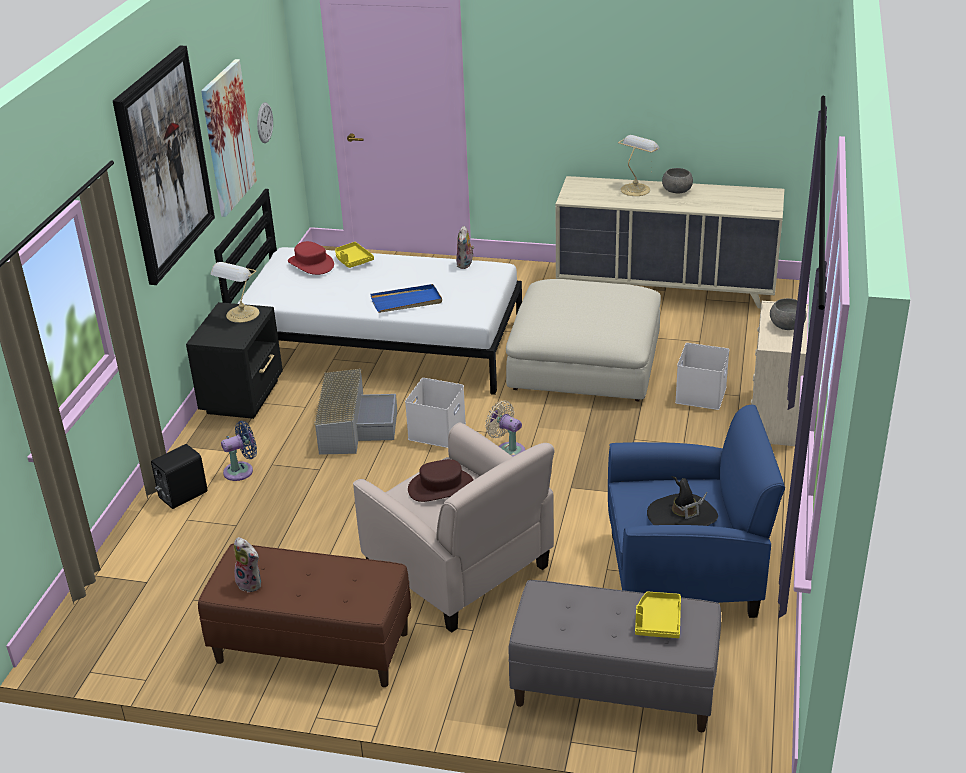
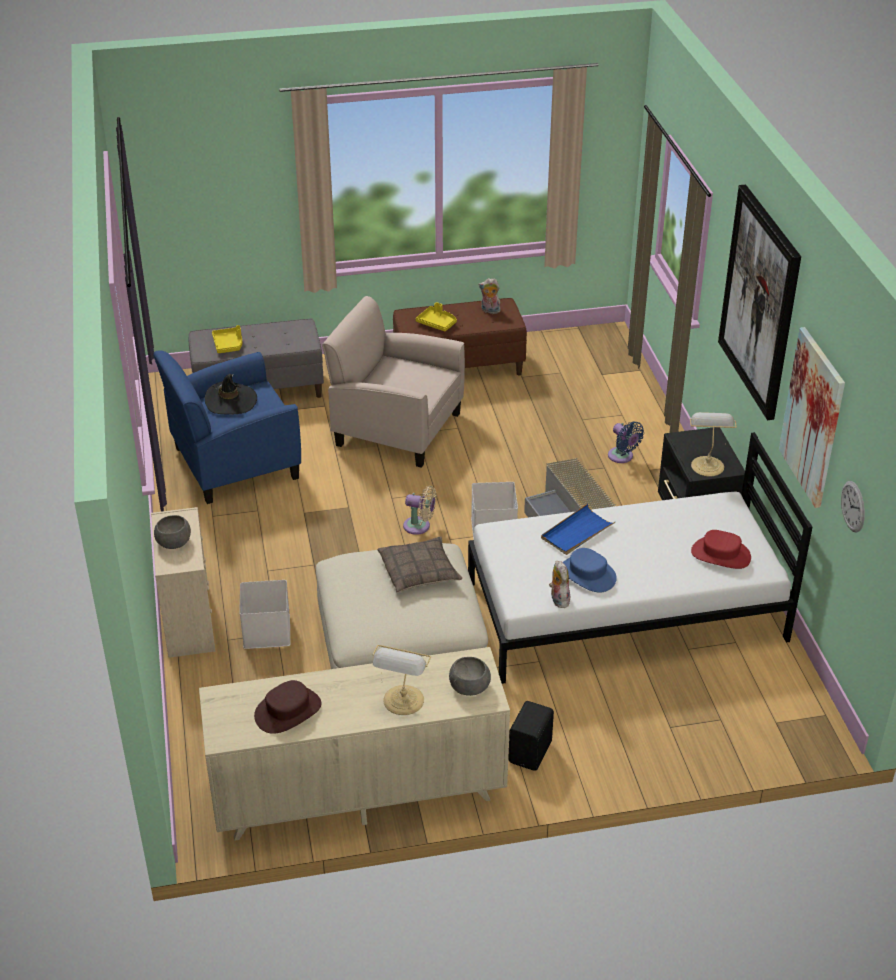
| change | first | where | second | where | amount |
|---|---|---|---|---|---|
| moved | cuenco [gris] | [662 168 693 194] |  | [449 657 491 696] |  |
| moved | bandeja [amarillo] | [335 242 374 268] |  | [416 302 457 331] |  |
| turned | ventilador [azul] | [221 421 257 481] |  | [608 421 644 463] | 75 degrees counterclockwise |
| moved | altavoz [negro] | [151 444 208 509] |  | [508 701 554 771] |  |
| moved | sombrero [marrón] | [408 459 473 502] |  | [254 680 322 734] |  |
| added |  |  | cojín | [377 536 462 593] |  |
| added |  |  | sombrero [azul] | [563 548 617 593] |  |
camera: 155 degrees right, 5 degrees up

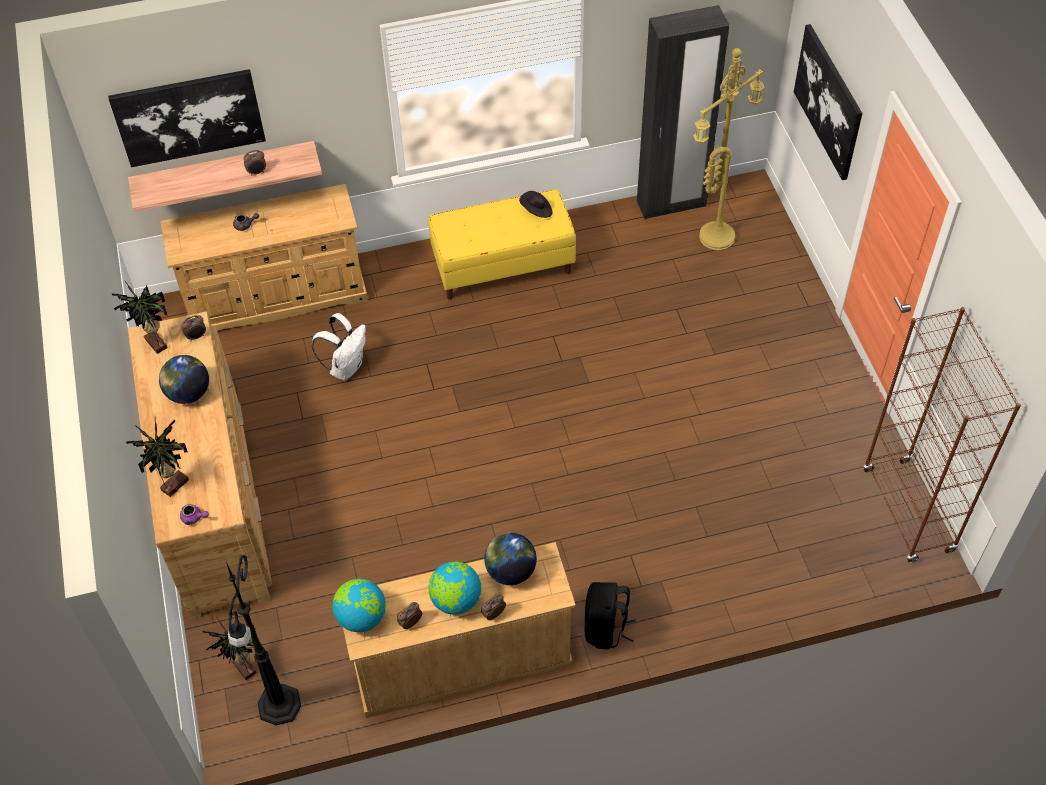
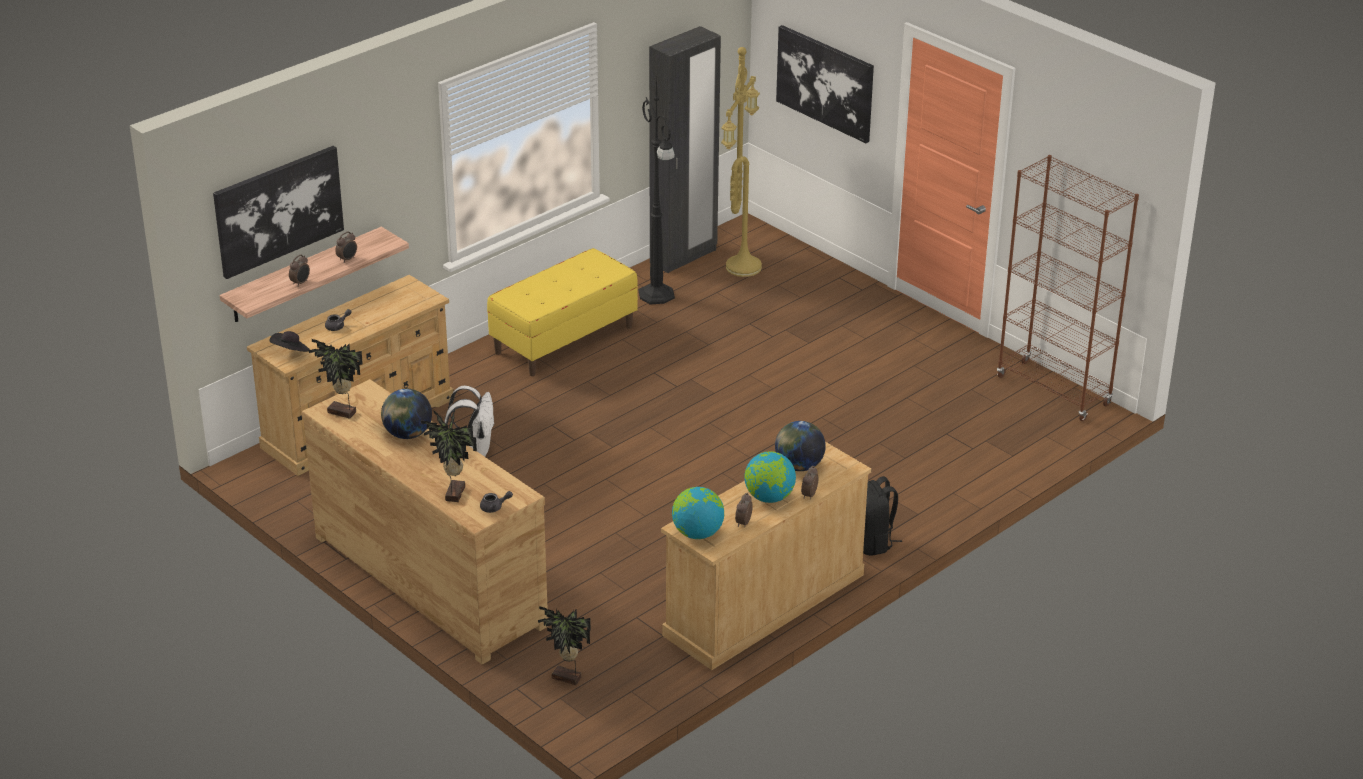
| change | first | where | second | where | amount |
|---|---|---|---|---|---|
| moved | sombrero [negro] | [519 191 553 218] |  | [270 331 310 352] |  |
| moved | despertador | [182 315 206 341] |  | [289 254 310 287] |  |
| recoloured | tetera [morado] | [180 504 209 525] | tetera [gris] | [480 491 513 513] |  |
| moved | lámpara de pie [negro] | [226 555 301 725] |  | [639 74 675 304] |  |
camera: 30 degrees left, 20 degrees down

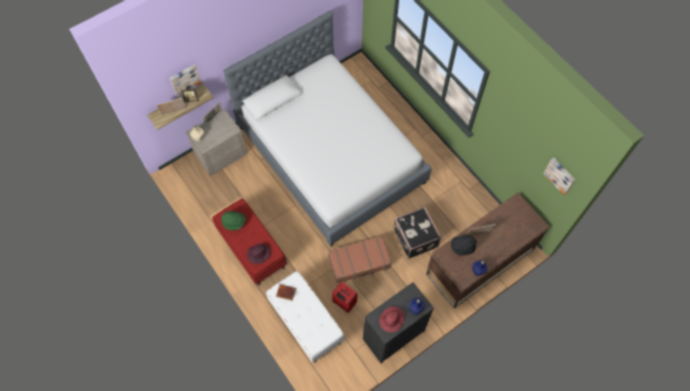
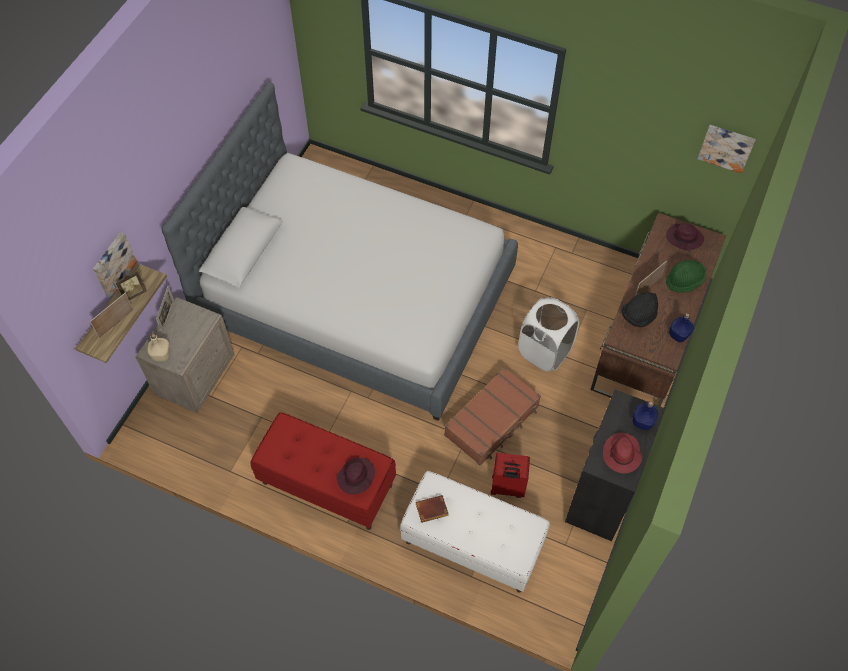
| change | first | where | second | where | amount |
|---|---|---|---|---|---|
| replaced | maleta [negro] | [393 207 441 259] | cesto de la ropa [blanco] | [518 297 579 371] |  |
| moved | sombrero [verde] | [221 211 246 230] |  | [666 260 707 293] |  |
| added |  |  | sombrero [morado] | [666 223 704 251] |  |
camera: 30 degrees left, 5 degrees down

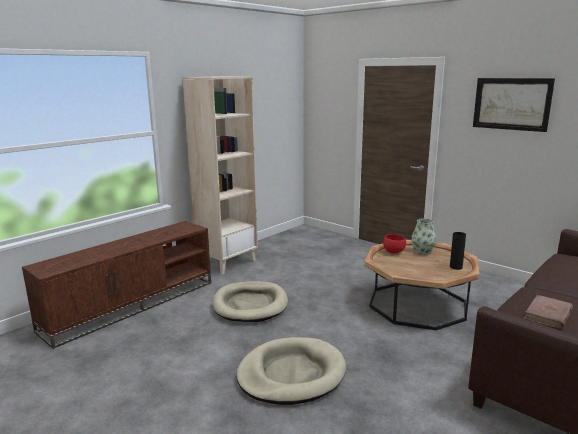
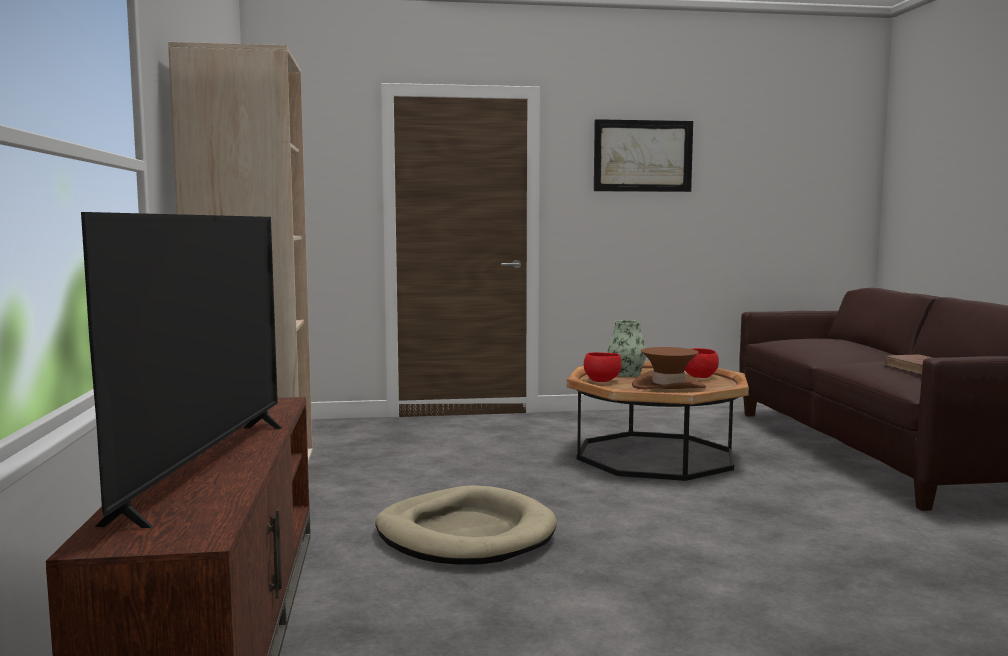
| change | first | where | second | where | amount |
|---|---|---|---|---|---|
| replaced | florero [negro] | [450 232 466 270] | cuenco [rojo] | [685 348 719 378] |  |
| removed | cama para perro [beis] | [236 337 346 405] |  |  |  |
| added |  |  | televisor | [81 212 282 528] |  |
| added |  |  | sombrero [marrón] | [632 347 706 389] |  |
camera: 50 degrees left, 10 degrees down

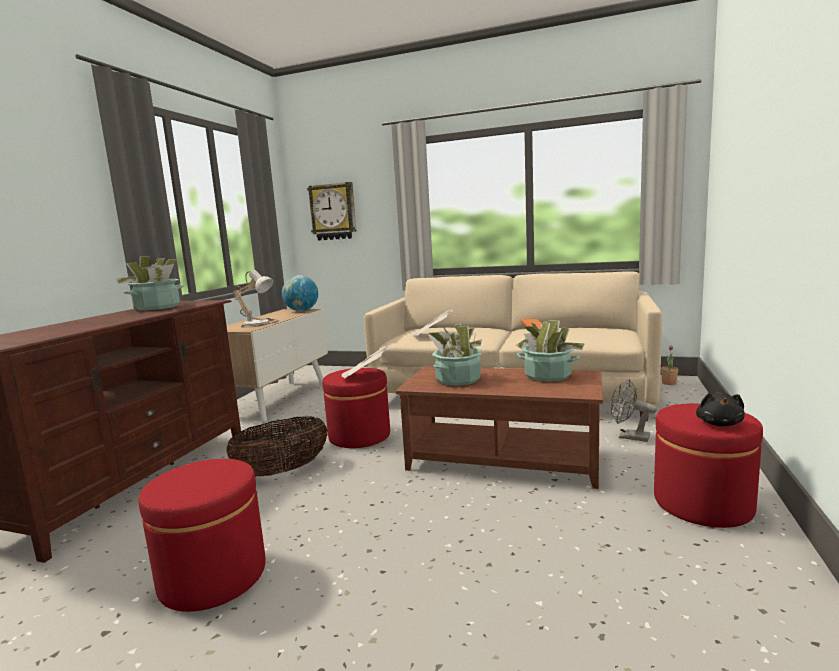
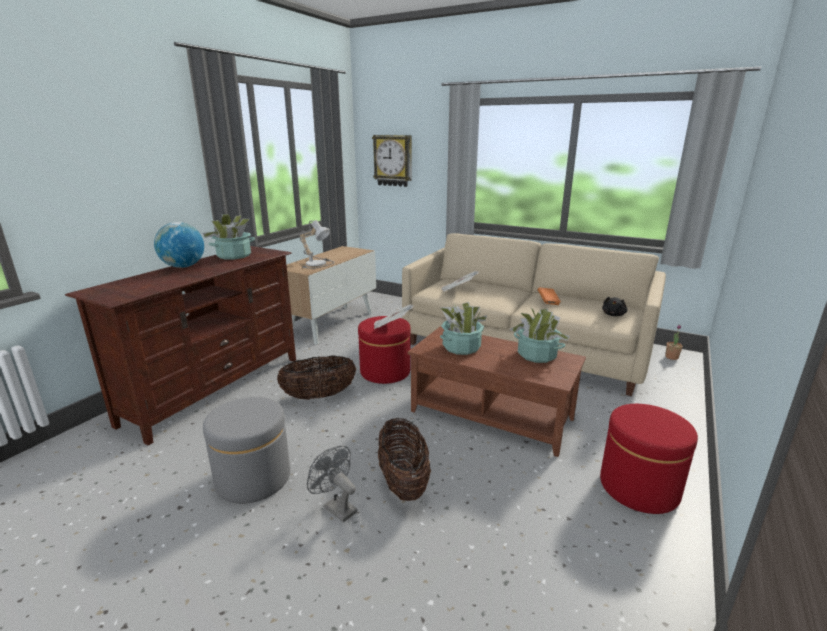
| change | first | where | second | where | amount |
|---|---|---|---|---|---|
| moved | globo terráqueo | [282 275 318 311] |  | [154 222 204 268] |  |
| moved | ventilador [gris] | [610 379 657 442] |  | [307 446 357 522] |  |
| moved | peluche [negro] | [696 392 745 427] |  | [602 297 628 316] |  |
| recoloured | puf [rojo] | [138 459 266 612] | puf [gris] | [203 397 290 504] |  |
| added |  |  | cesta | [378 418 431 501] |  |
camera: 10 degrees right, 10 degrees up

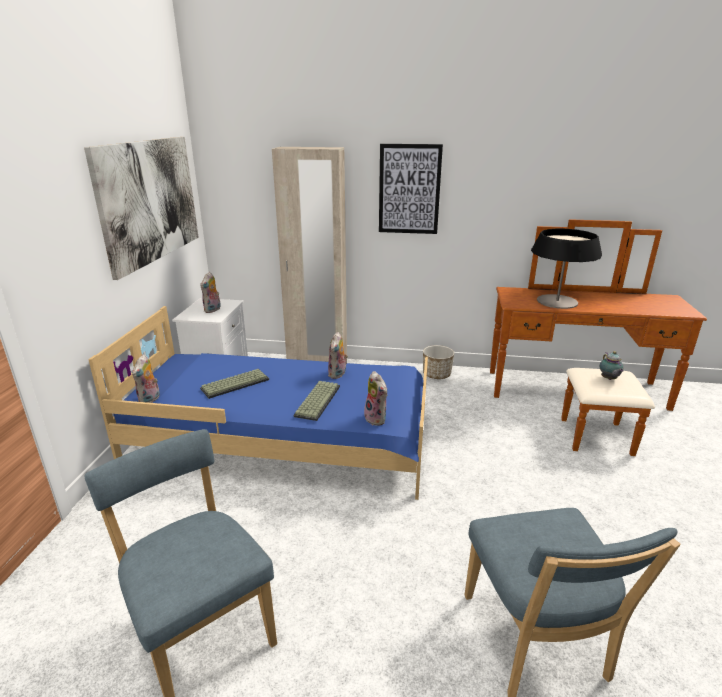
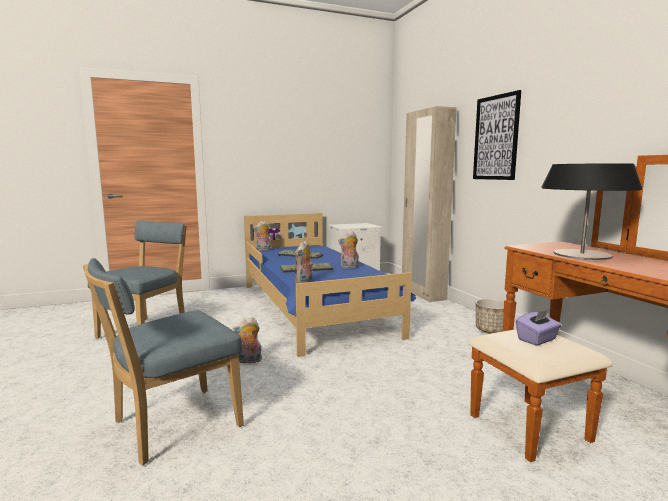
| change | first | where | second | where | amount |
|---|---|---|---|---|---|
| removed | cuadro | [84 137 199 280] |  |  |  |
| moved | peluche | [200 272 221 313] |  | [233 317 262 364] |  |
| replaced | tetera | [600 351 624 380] | caja de pañuelos [morado] | [516 309 562 346] |  |
camera: 60 degrees right, 15 degrees down

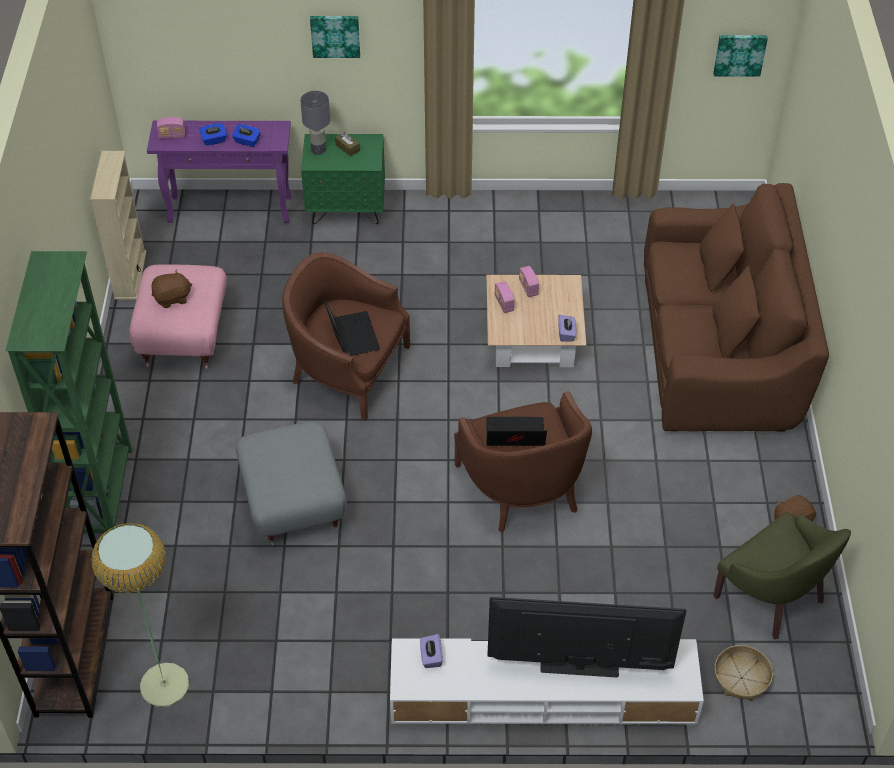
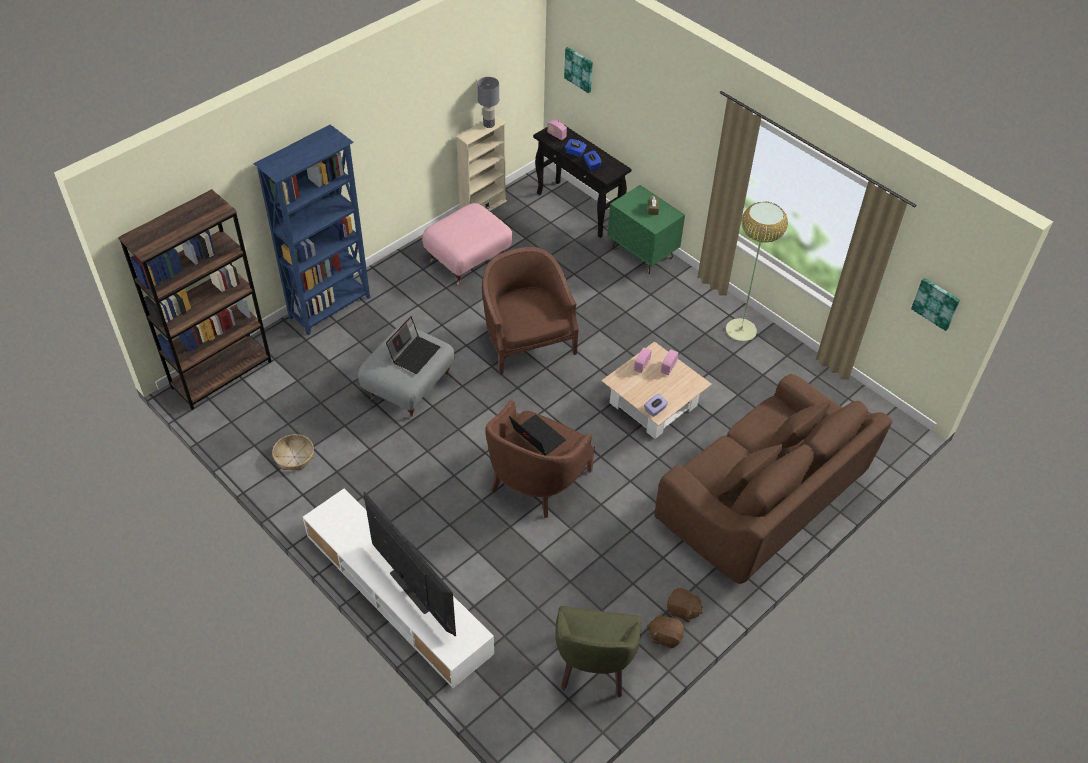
| change | first | where | second | where | amount |
|---|---|---|---|---|---|
| moved | cuadro | [310 16 360 58] |  | [564 47 593 93] |  |
| moved | lámpara de mesa [gris] | [300 91 330 155] |  | [477 77 499 128] |  |
| recoloured | mesa consola [morado] | [147 120 292 223] | mesa consola [negro] | [533 126 632 238] |  |
| recoloured | estantería [verde] | [5 251 132 533] | estantería [azul] | [253 124 370 335] |  |
| moved | peluche [marrón] | [151 269 192 308] |  | [667 588 703 623] |  |
| moved | portátil | [323 297 380 356] |  | [386 316 440 374] |  |
| moved | lámpara de pie | [91 523 189 707] |  | [726 202 788 342] |  |
| removed | caja de pañuelos [morado] | [420 634 443 668] |  |  |  |
| moved | cesta | [715 645 773 701] |  | [272 434 314 470] |  |
camera: 45 degrees right, 0 degrees up

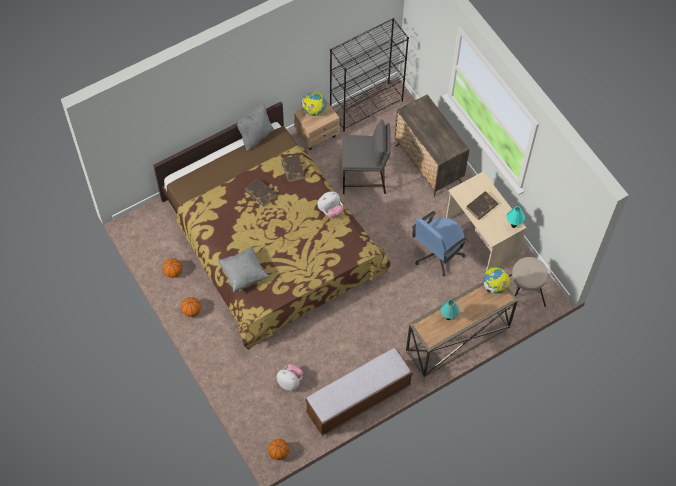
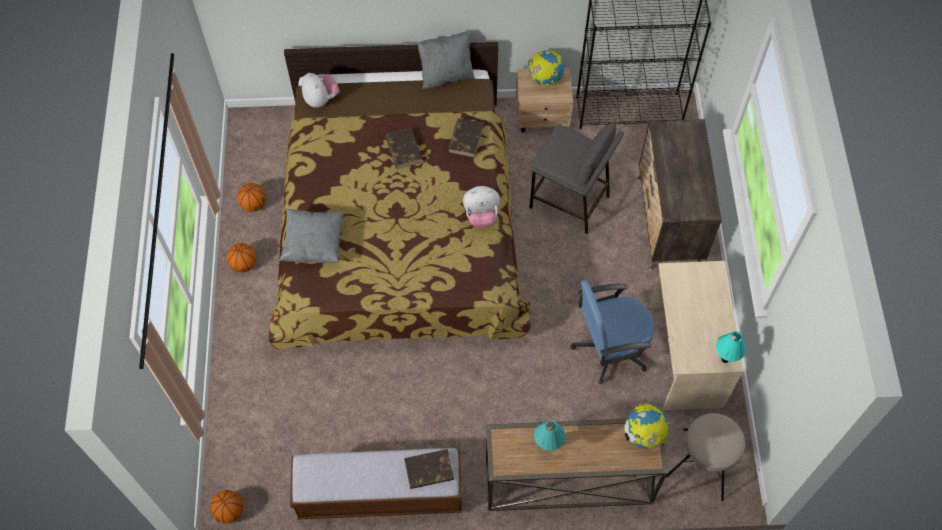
| change | first | where | second | where | amount |
|---|---|---|---|---|---|
| moved | libro [marrón] | [466 191 498 220] |  | [404 449 454 489] |  |
| moved | peluche | [277 364 303 391] |  | [301 73 340 108] |  |
camera: 30 degrees right, 0 degrees up

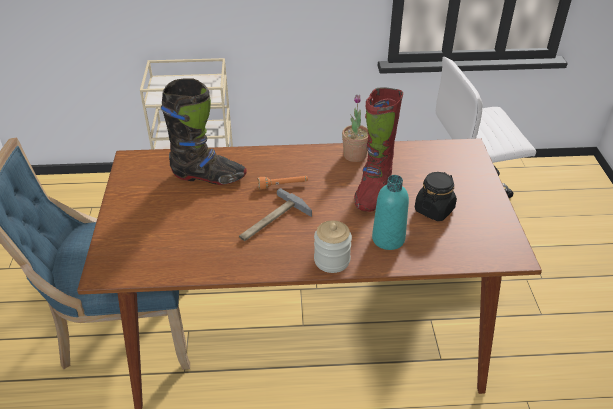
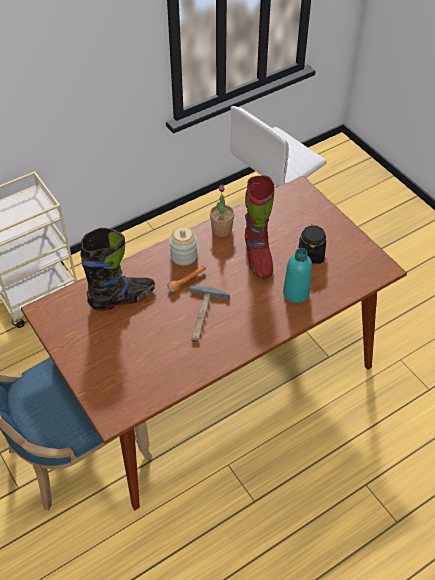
| change | first | where | second | where | amount |
|---|---|---|---|---|---|
| moved | tarro | [314 221 352 273] |  | [169 227 197 266] |  |
camera: 30 degrees left, 10 degrees up

